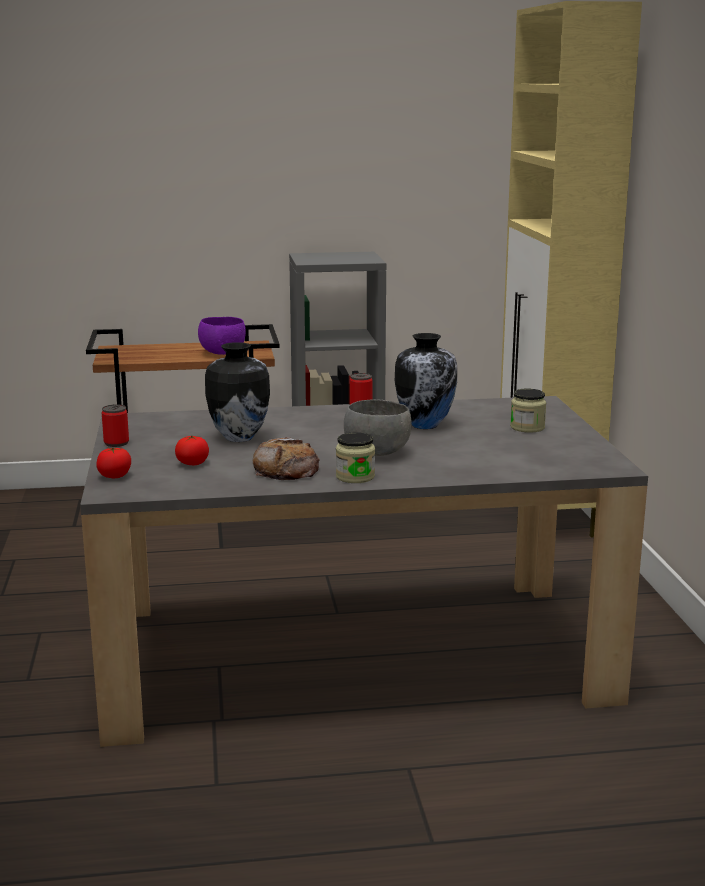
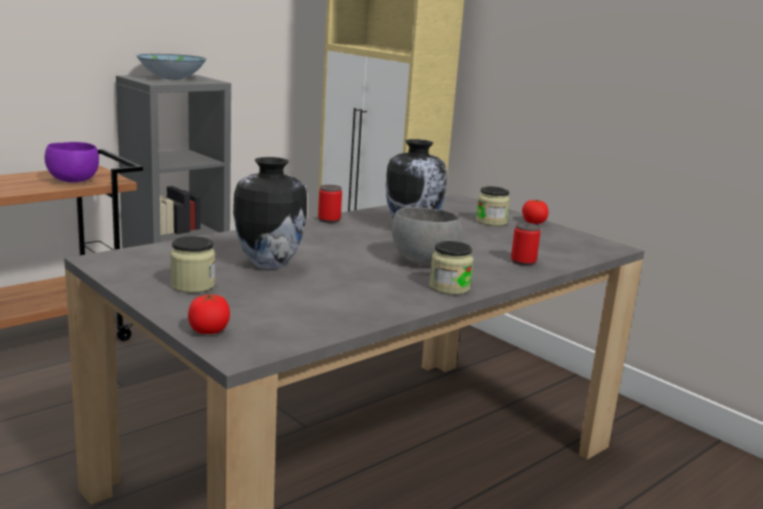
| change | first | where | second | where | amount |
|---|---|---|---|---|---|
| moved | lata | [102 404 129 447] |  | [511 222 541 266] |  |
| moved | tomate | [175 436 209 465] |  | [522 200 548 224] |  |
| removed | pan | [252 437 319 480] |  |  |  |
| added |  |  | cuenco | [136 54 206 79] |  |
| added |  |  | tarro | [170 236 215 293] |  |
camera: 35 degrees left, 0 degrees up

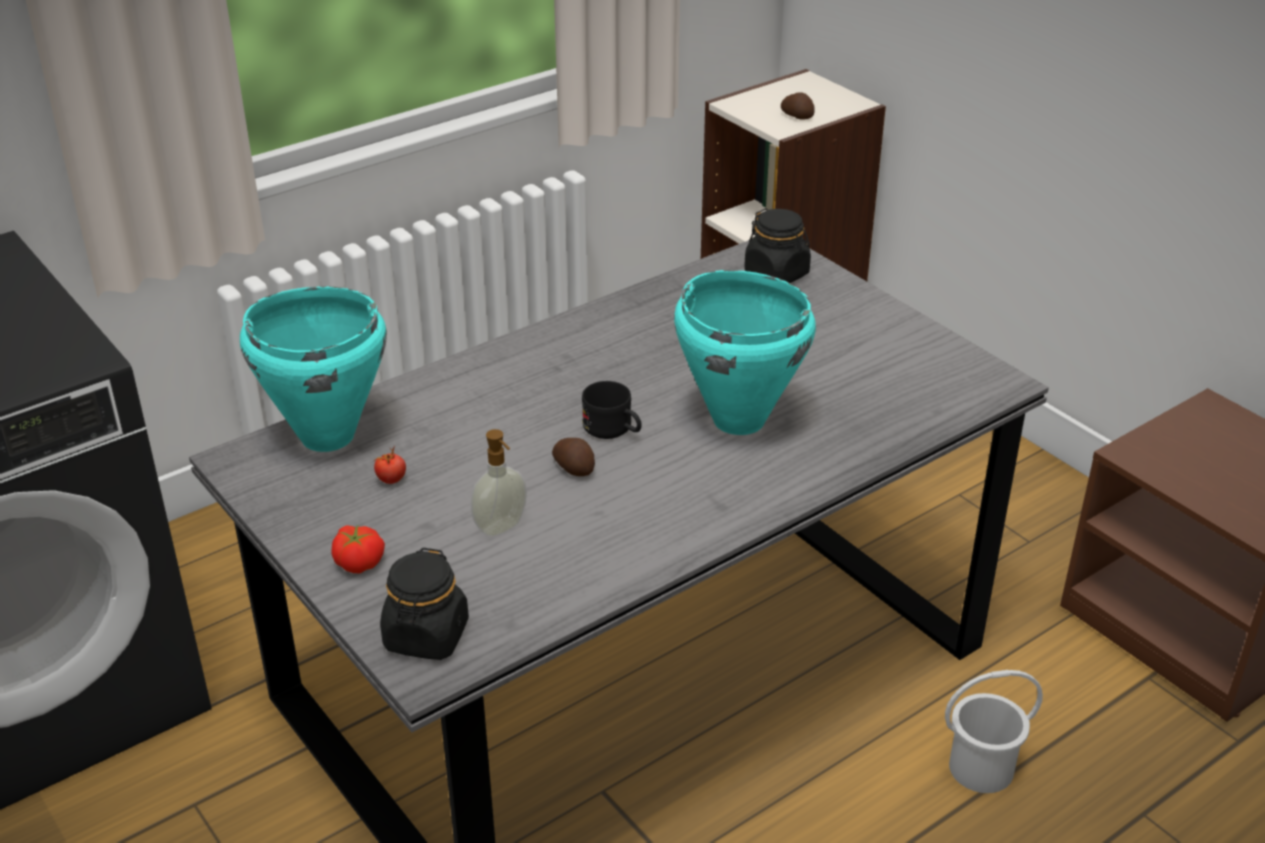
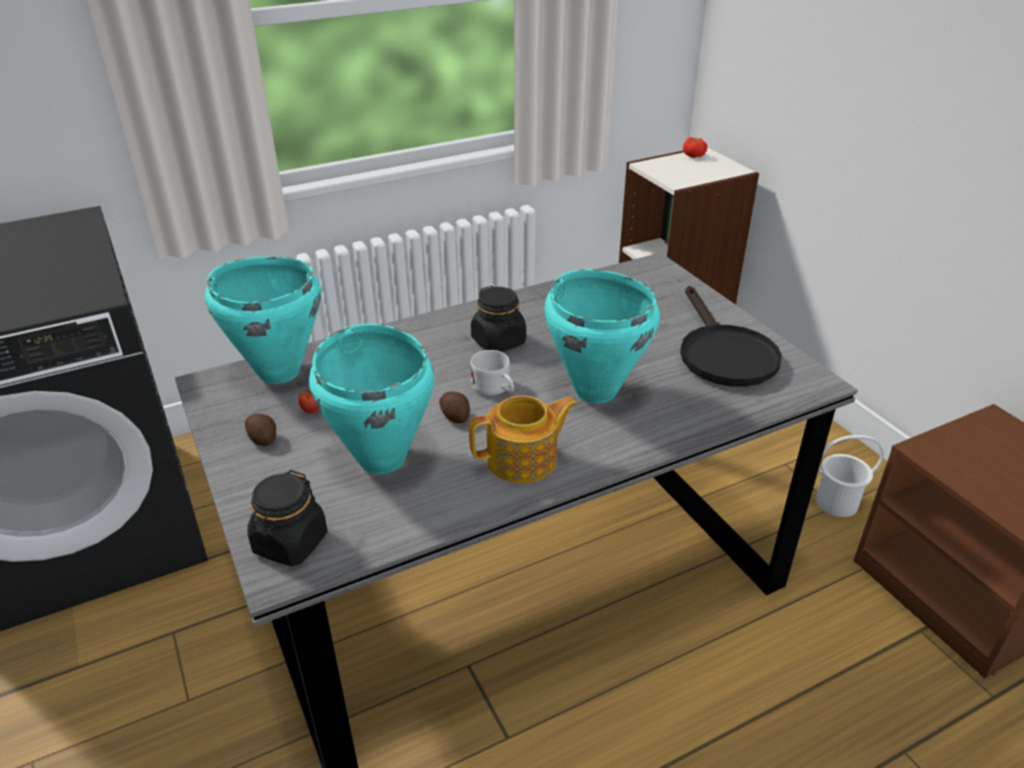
| change | first | where | second | where | amount |
|---|---|---|---|---|---|
| moved | patata | [781 92 815 120] |  | [245 413 276 446] |  |
| moved | tarro [negro] | [744 208 811 283] |  | [471 286 526 352] |  |
| recoloured | taza grande [negro] | [582 381 642 439] | taza grande [blanco] | [470 350 514 396] |  |
| replaced | dispensador de jabón | [471 429 527 537] | olla [turquesa] | [309 324 434 474] |  |
| moved | tomate | [332 525 385 573] |  | [683 137 707 158] |  |
| moved | cubo [blanco] | [945 670 1043 793] |  | [816 435 884 517] |  |
| added |  |  | sartén [negro] | [680 286 782 387] |  |
| added |  |  | tetera | [469 395 578 483] |  |
camera: 10 degrees right, 0 degrees up

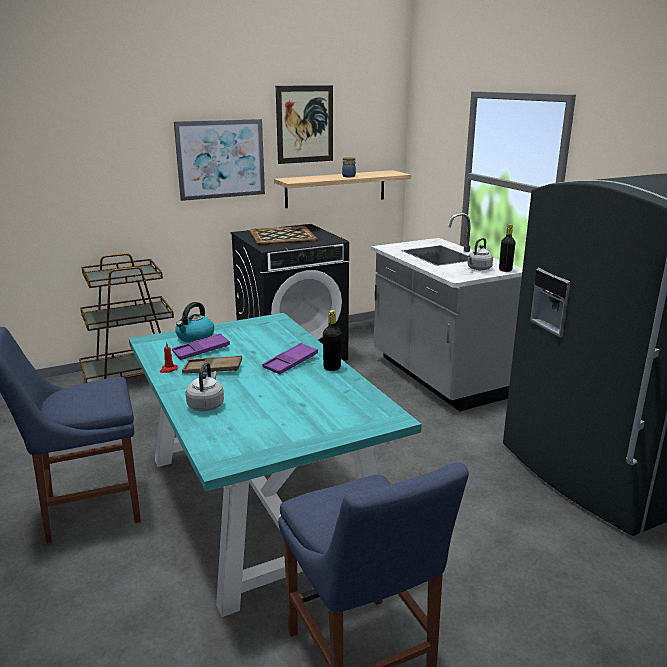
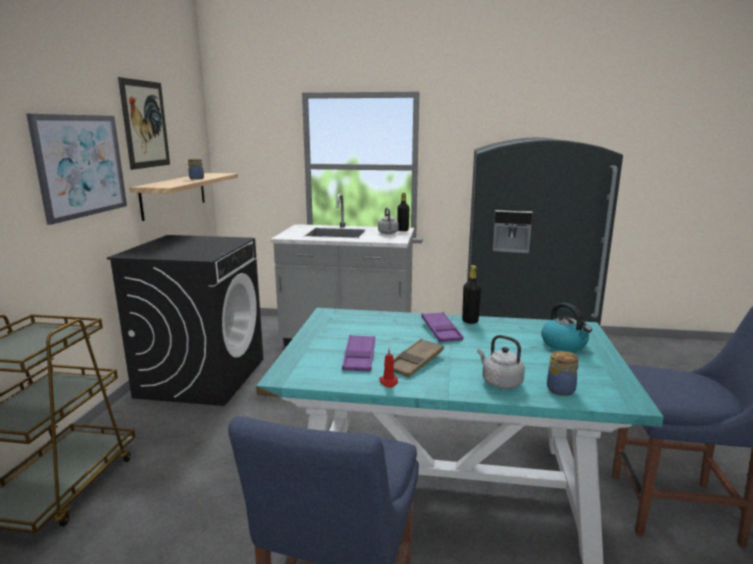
| change | first | where | second | where | amount |
|---|---|---|---|---|---|
| removed | bandeja | [250 226 317 245] |  |  |  |
| moved | hervidor | [175 302 214 343] |  | [541 303 592 352] |  |
| added |  |  | tarro | [547 351 579 396] |  |
camera: 55 degrees left, 5 degrees down

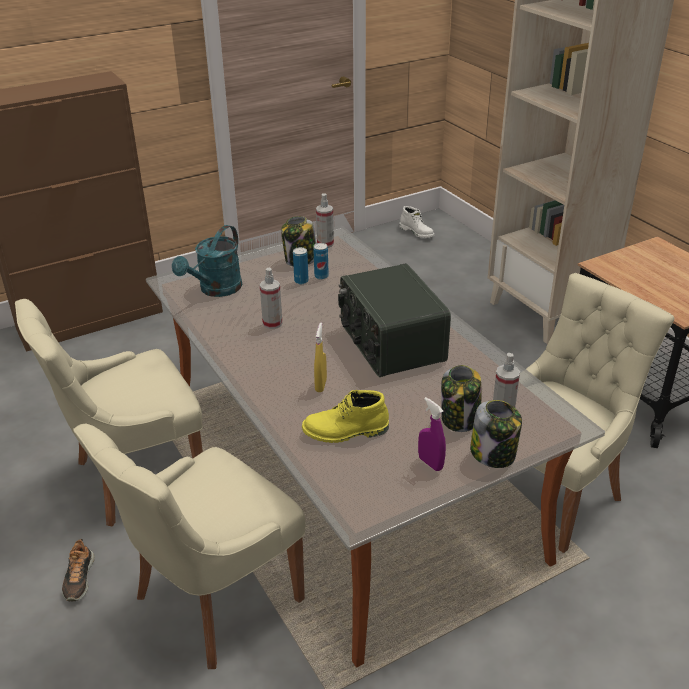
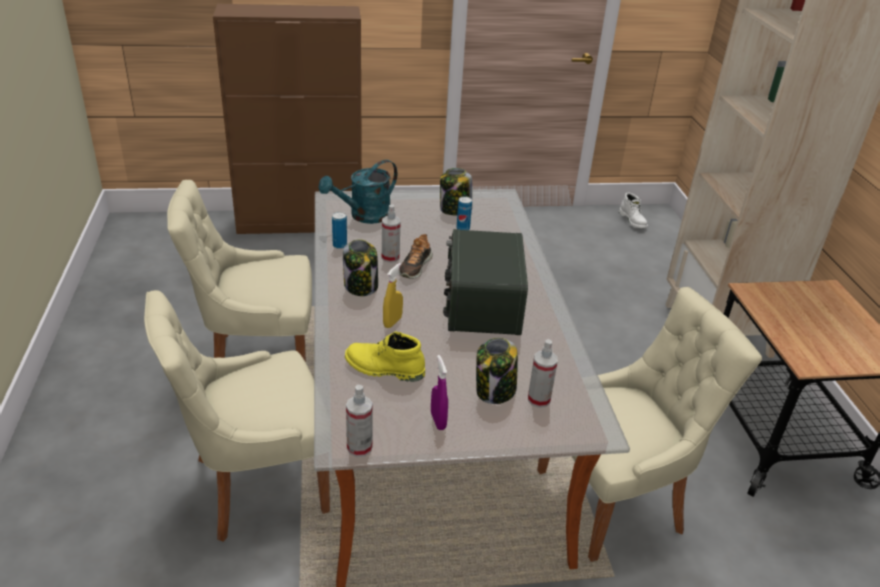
| change | first | where | second | where | amount |
|---|---|---|---|---|---|
| moved | pulverizador | [316 194 334 248] |  | [346 385 373 457] |  |
| moved | lata | [293 247 309 284] |  | [332 212 347 249] |  |
| moved | tarro | [470 400 522 468] |  | [343 239 378 296] |  |
| moved | zapato | [62 539 95 601] |  | [399 234 433 279] |  |
camera: 20 degrees right, 0 degrees up

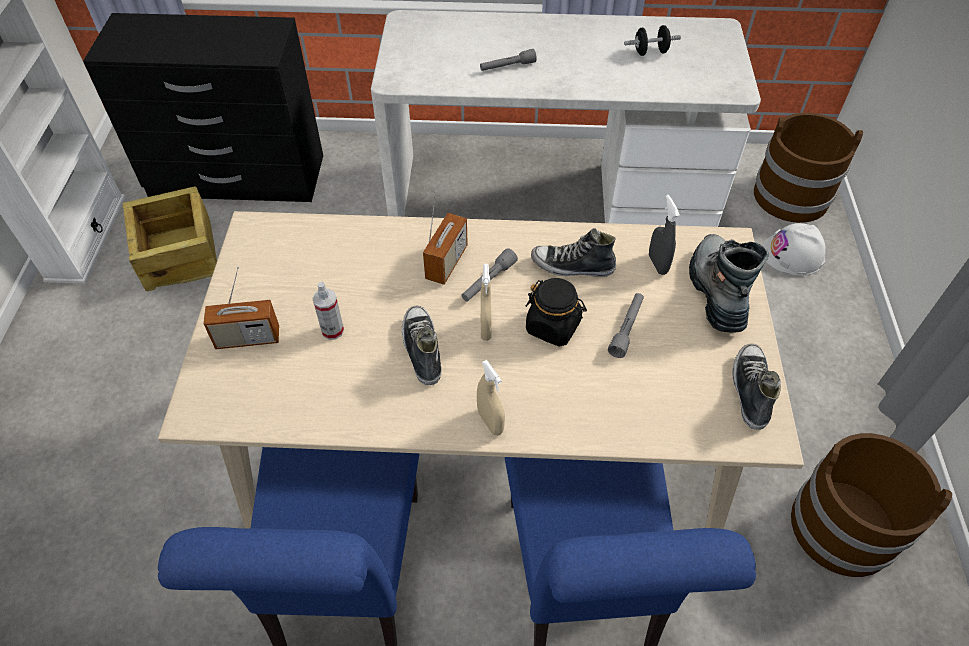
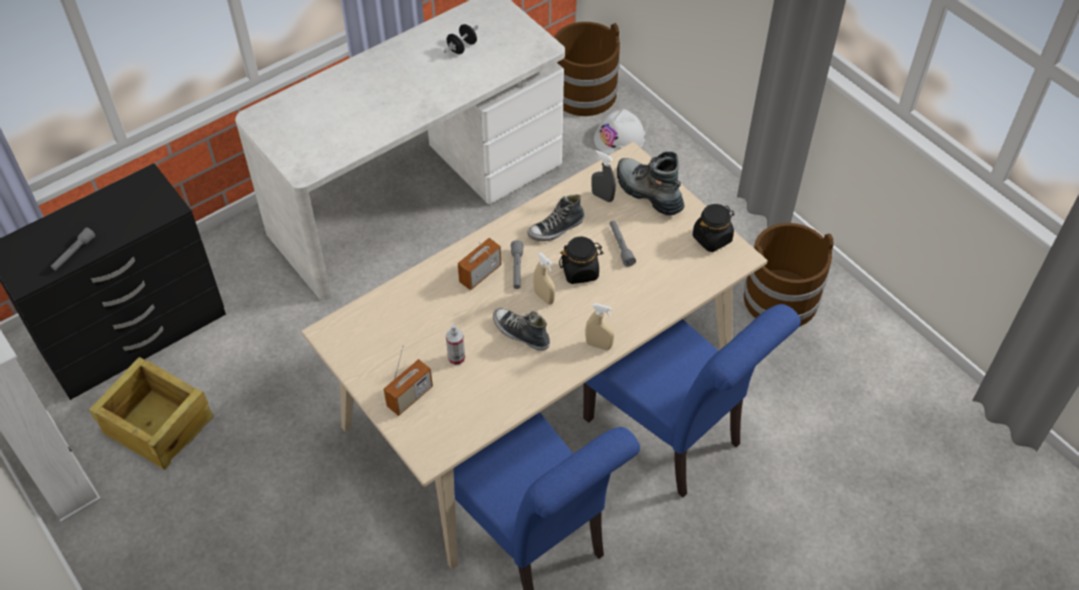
| change | first | where | second | where | amount |
|---|---|---|---|---|---|
| moved | linterna [gris] | [480 49 537 71] |  | [51 227 96 271] |  |
| turned | radio | [423 190 468 285] |  | [458 238 501 290] | 120 degrees counterclockwise |
| replaced | zapato | [733 344 781 430] | tarro [negro] | [693 204 735 252] |  |
camera: 40 degrees left, 0 degrees up

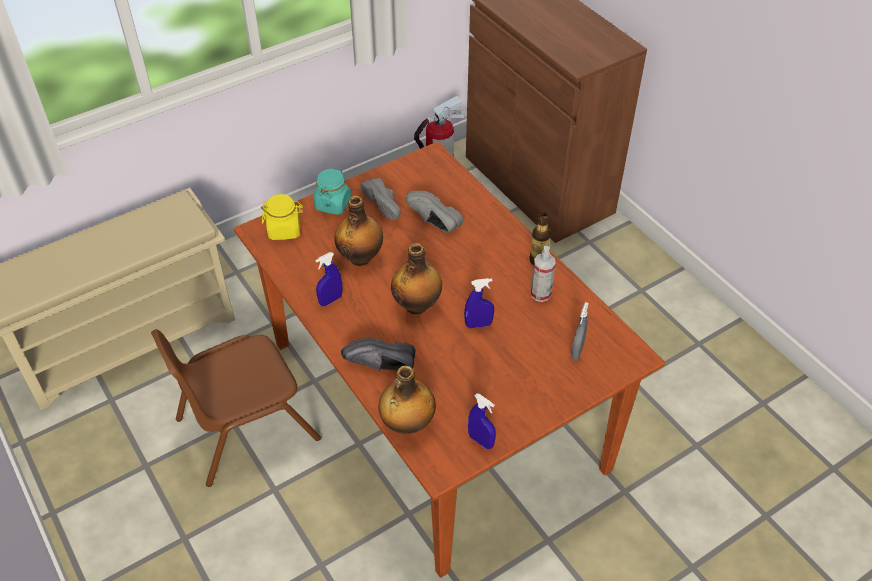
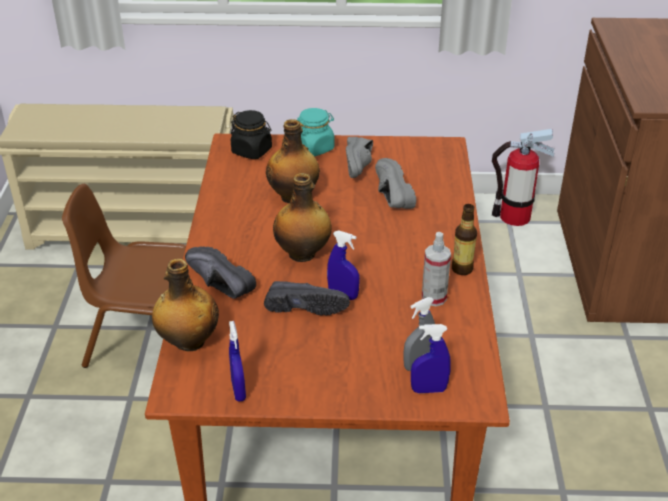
| change | first | where | second | where | amount |
|---|---|---|---|---|---|
| recoloured | tarro [amarillo] | [261 194 303 240] | tarro [negro] | [231 110 272 159] |  |
| moved | pulverizador [azul] | [315 252 342 306] |  | [411 324 451 393] |  |
| added |  |  | zapato [negro] | [264 281 350 316] |  |
camera: 35 degrees right, 10 degrees down

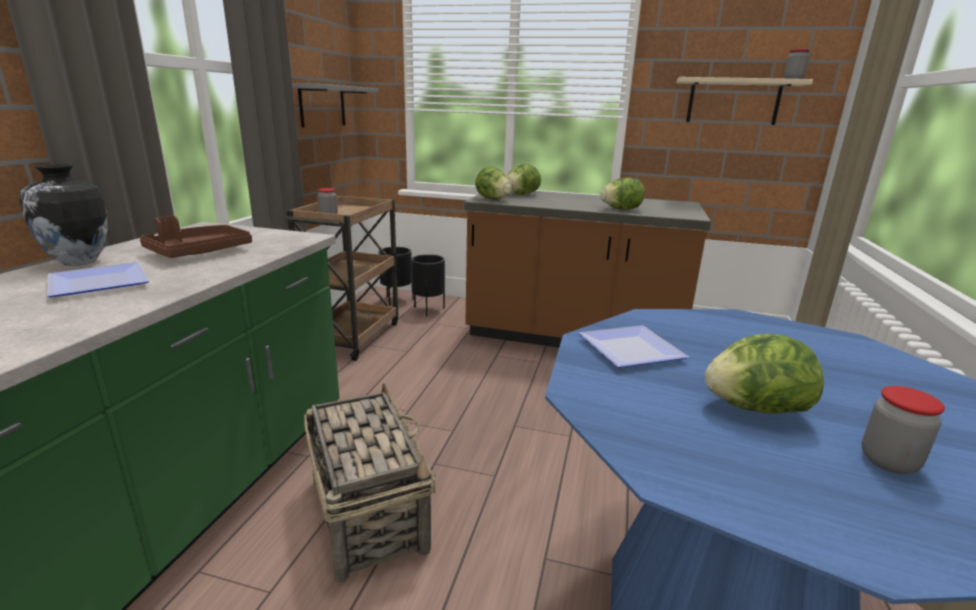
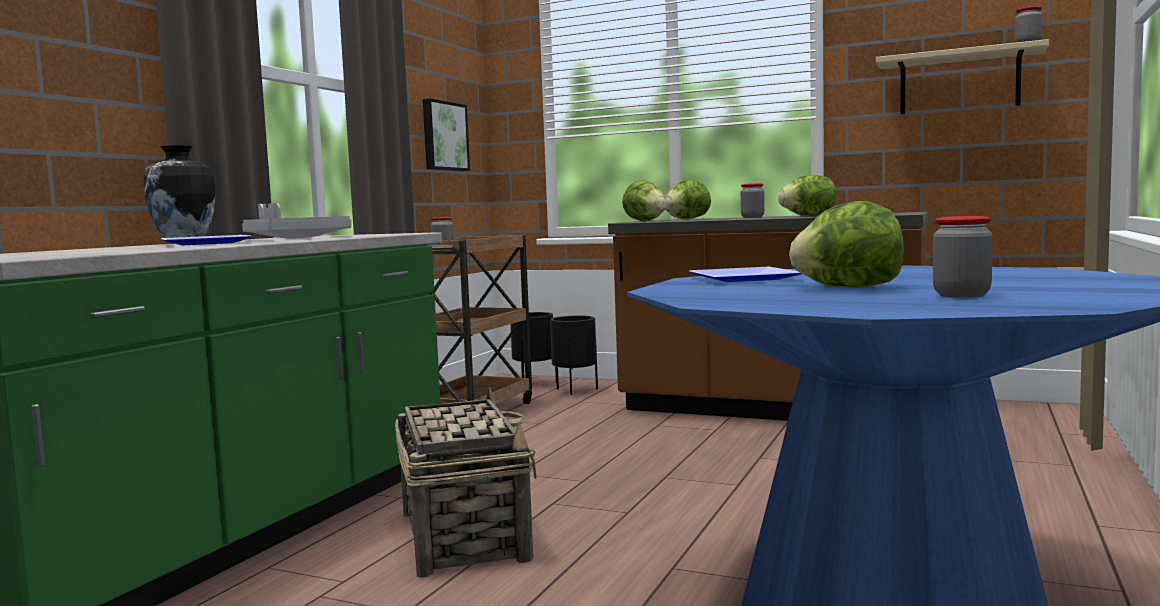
| change | first | where | second | where | amount |
|---|---|---|---|---|---|
| replaced | estante [gris] | [292 83 379 128] | cuadro | [423 98 470 171] |  |
| recoloured | bandeja [marrón] | [140 216 252 258] | bandeja [gris] | [242 203 352 238] |  |
| added |  |  | tarro | [741 183 764 218] |  |
camera: 10 degrees right, 15 degrees down

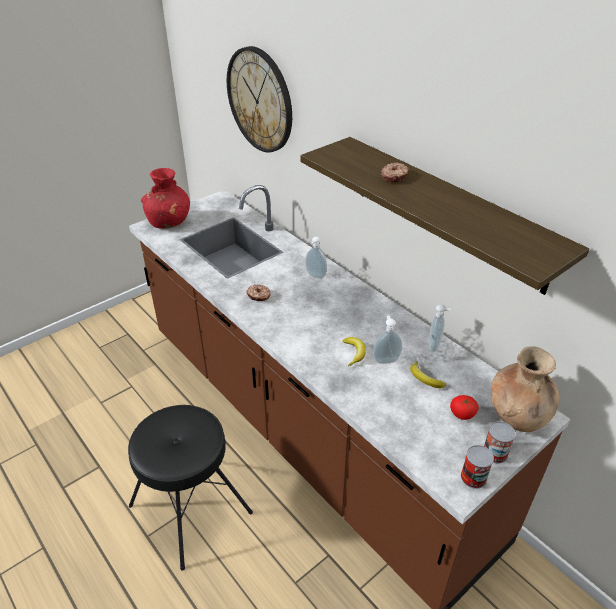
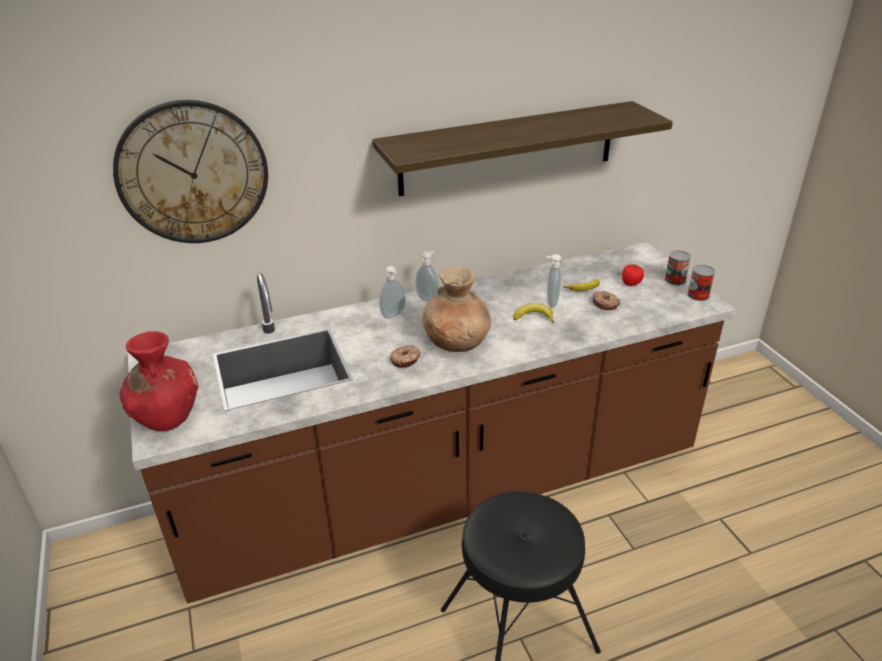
| change | first | where | second | where | amount |
|---|---|---|---|---|---|
| moved | rosquilla | [381 162 409 182] |  | [593 291 620 310] |  |
| moved | dispensador de jabón | [429 305 451 352] |  | [415 251 440 302] |  |
| moved | florero [marrón] | [491 346 560 432] |  | [422 267 491 352] |  |
camera: 70 degrees left, 5 degrees down

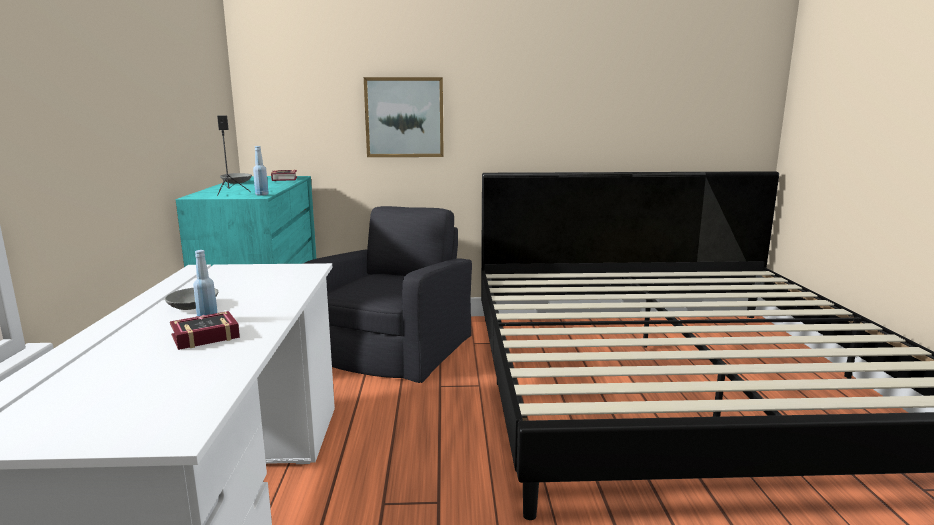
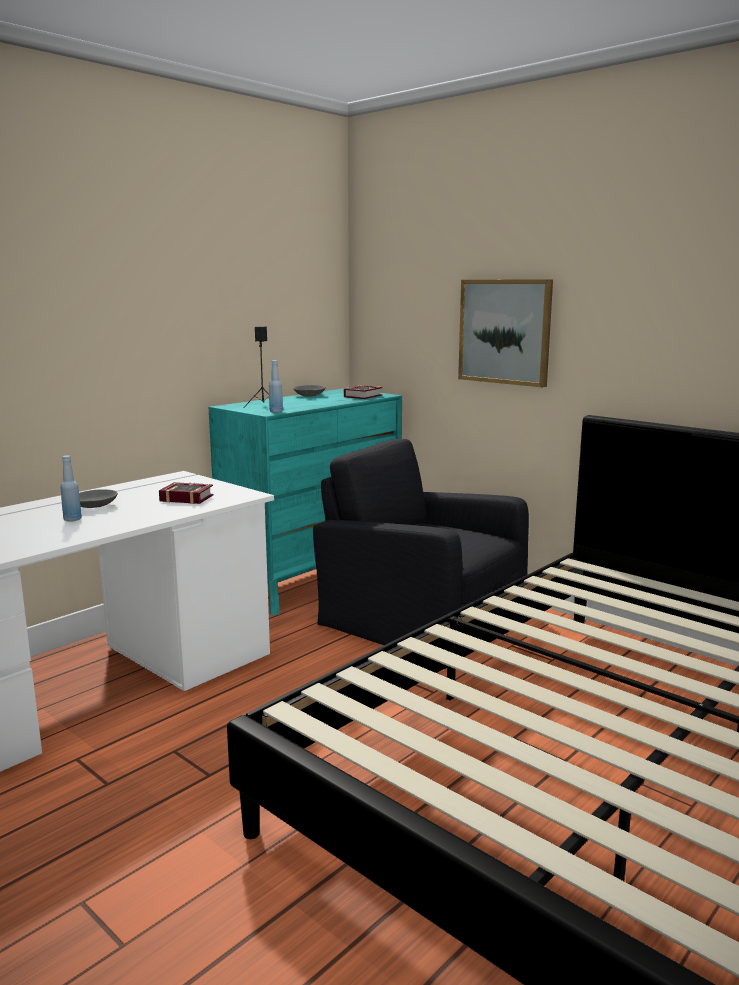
| change | first | where | second | where | amount |
|---|---|---|---|---|---|
| turned | sillón [negro] | [304 206 472 383] |  | [313 439 529 645] | 120 degrees counterclockwise |
| moved | libro | [170 311 240 350] |  | [159 482 213 504] |  |
camera: 45 degrees right, 0 degrees up

